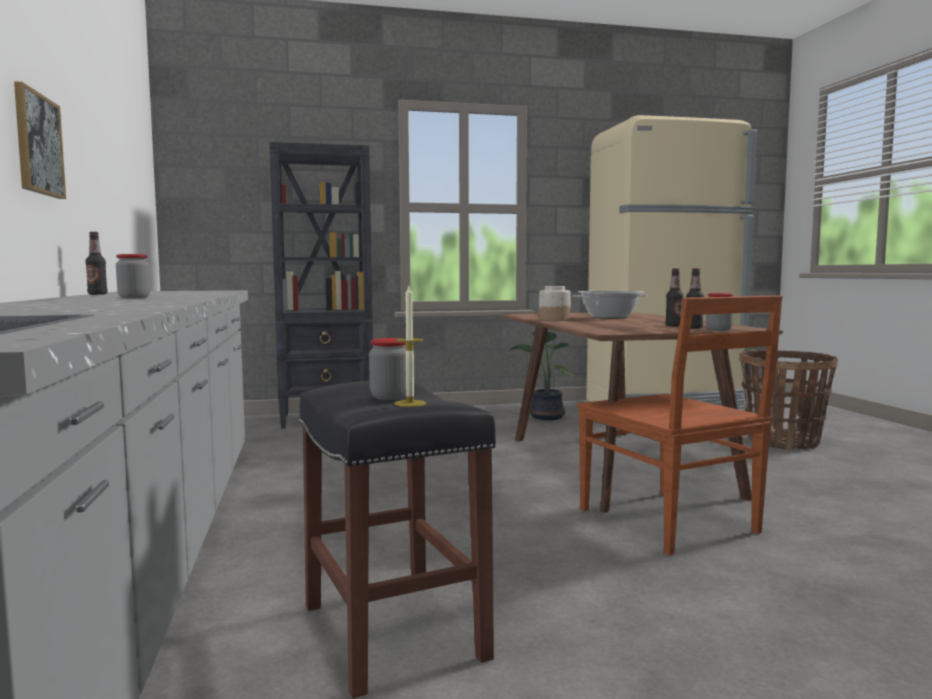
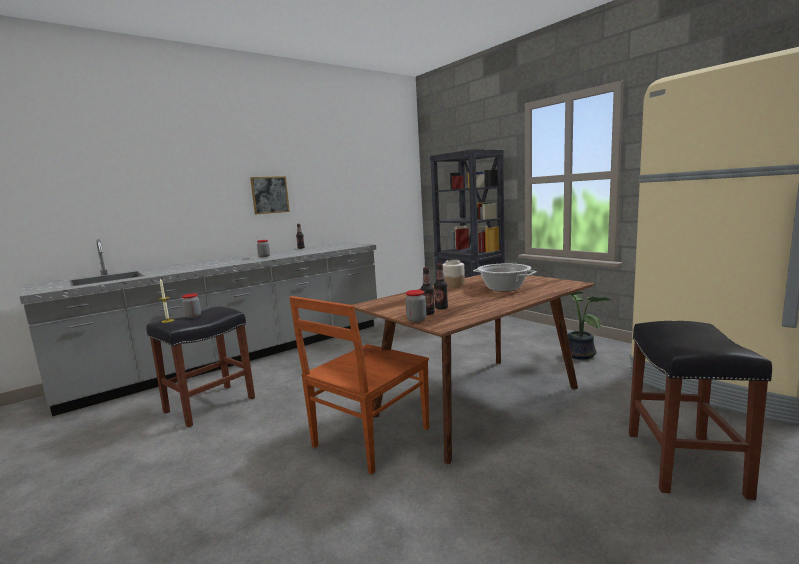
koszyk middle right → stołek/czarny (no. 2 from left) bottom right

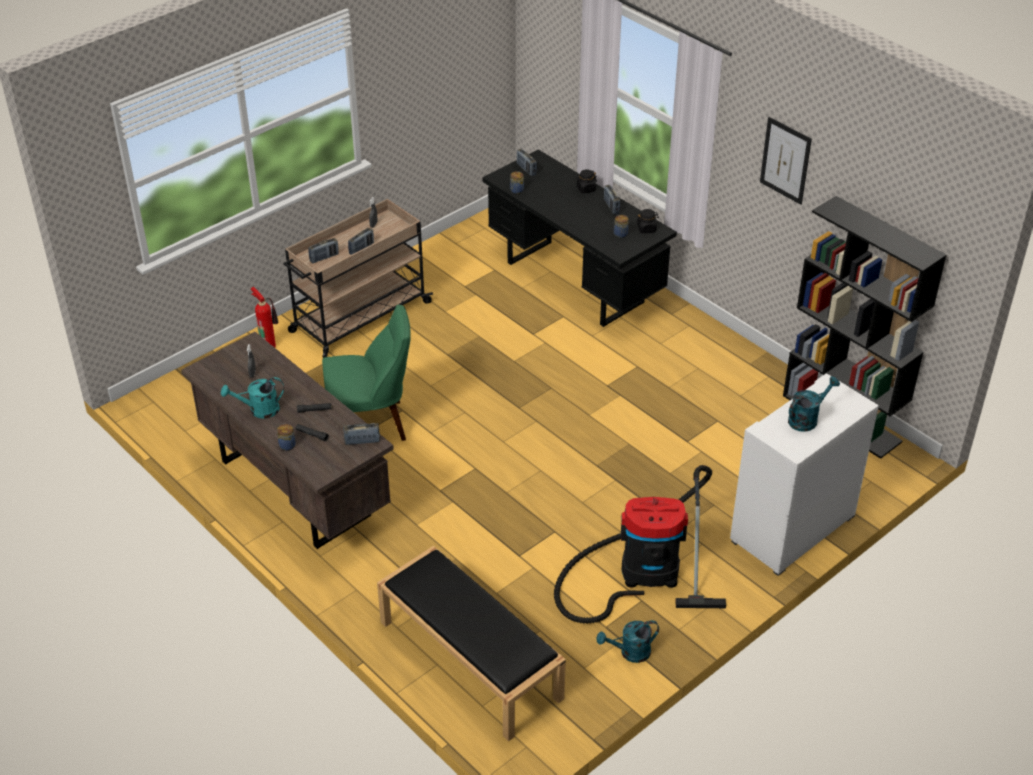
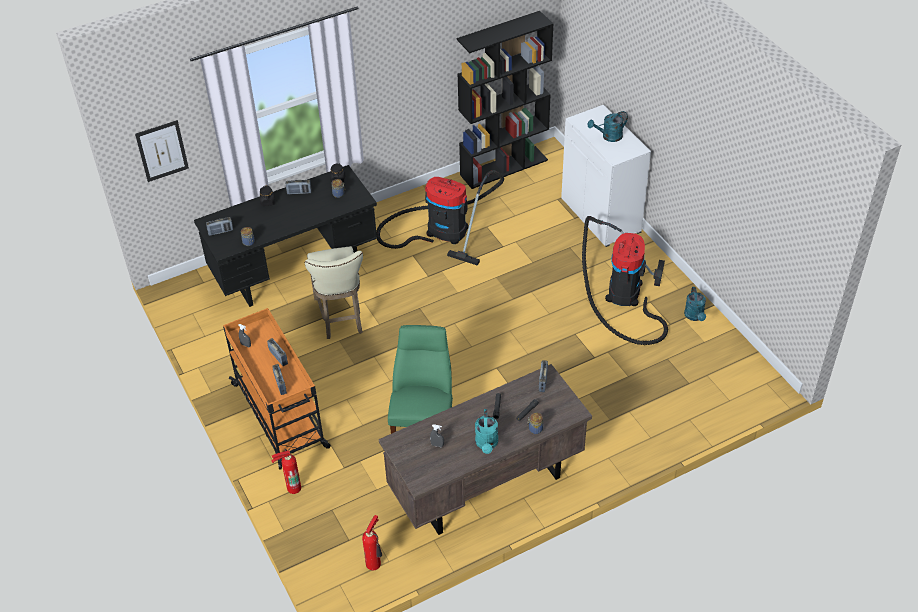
obraz top right → obraz top left, shifted
wózek/beżowy centre → wózek/pomarańczowy middle left
konewka/turkusowy (no. 3 from left in the first image) middle right → konewka/turkusowy (no. 2 from left) top centre, 90 degrees counterclockwise
ławka/czarny bottom centre → -
- → odkurzacz (no. 1 from left) centre
- → stołek/beżowy centre
- → gaśnica (no. 2 from left) bottom centre

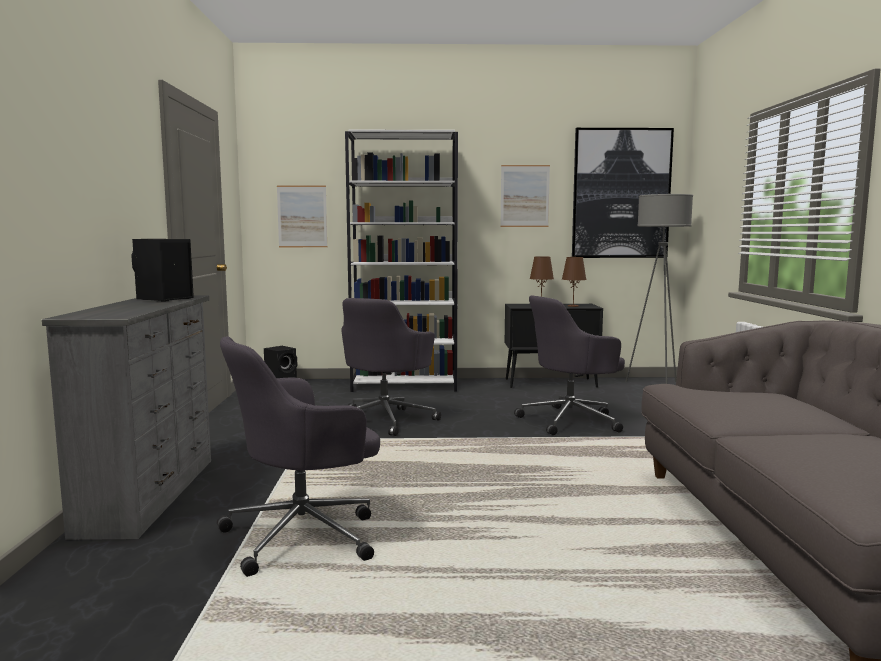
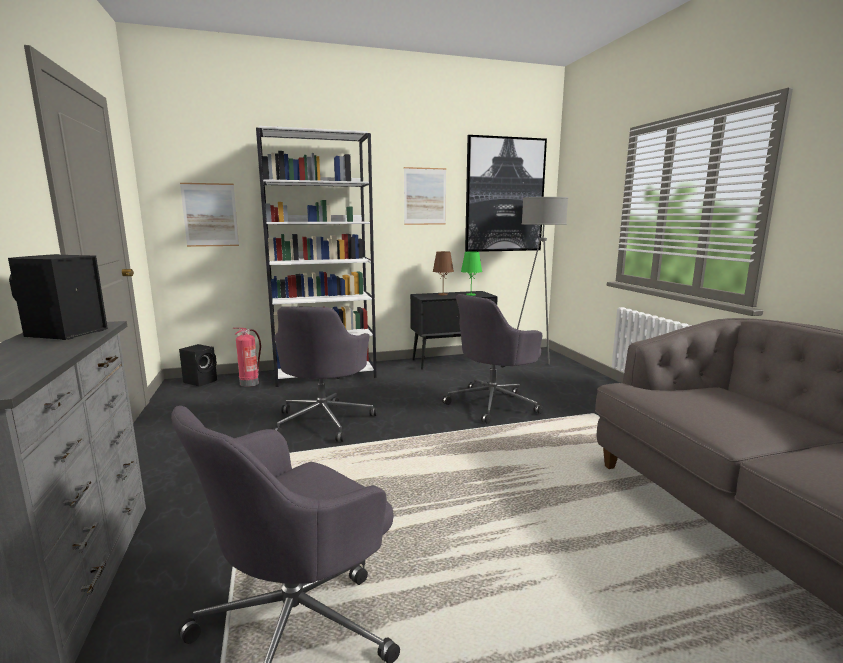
lampa stołowa/brązowy (no. 2 from left) centre → lampa stołowa/zielony centre
- → gaśnica middle left

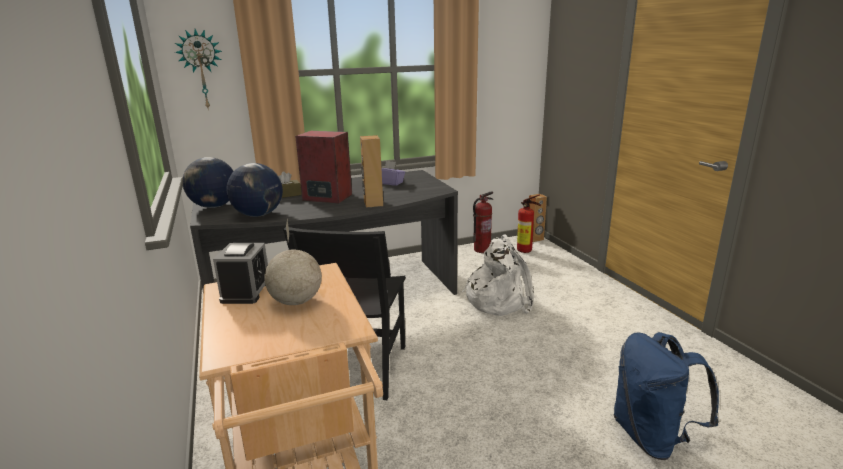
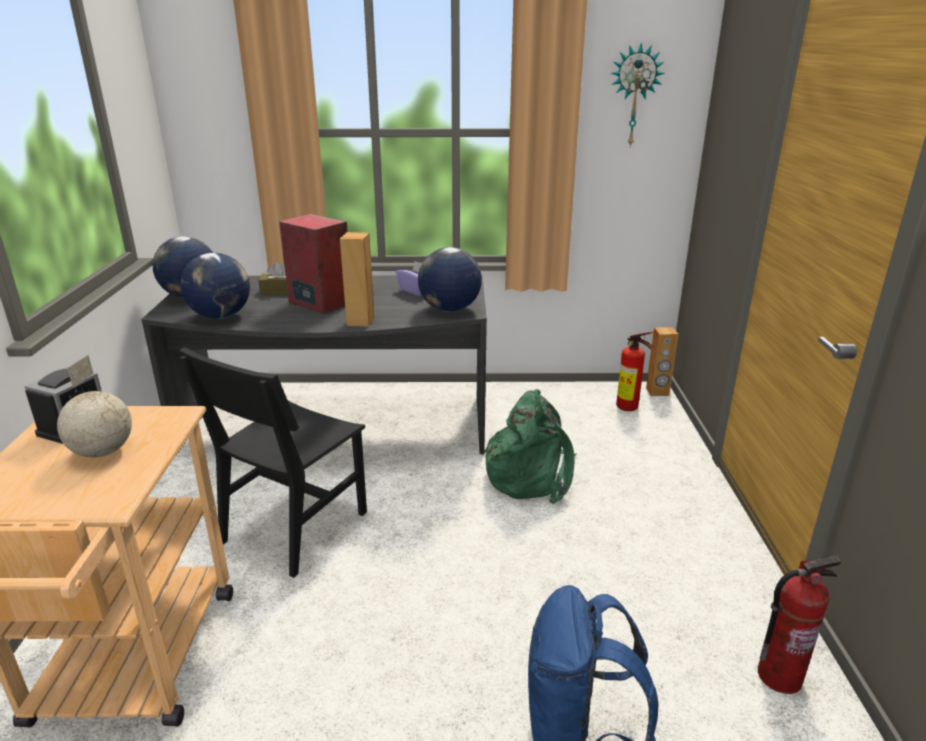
zegar ścienny top left → zegar ścienny top right, shifted
gaśnica (no. 1 from left in the first image) centre → gaśnica (no. 2 from left) bottom right, shifted
plecak/biały centre → plecak/zielony centre
- → globus (no. 4 from left) centre

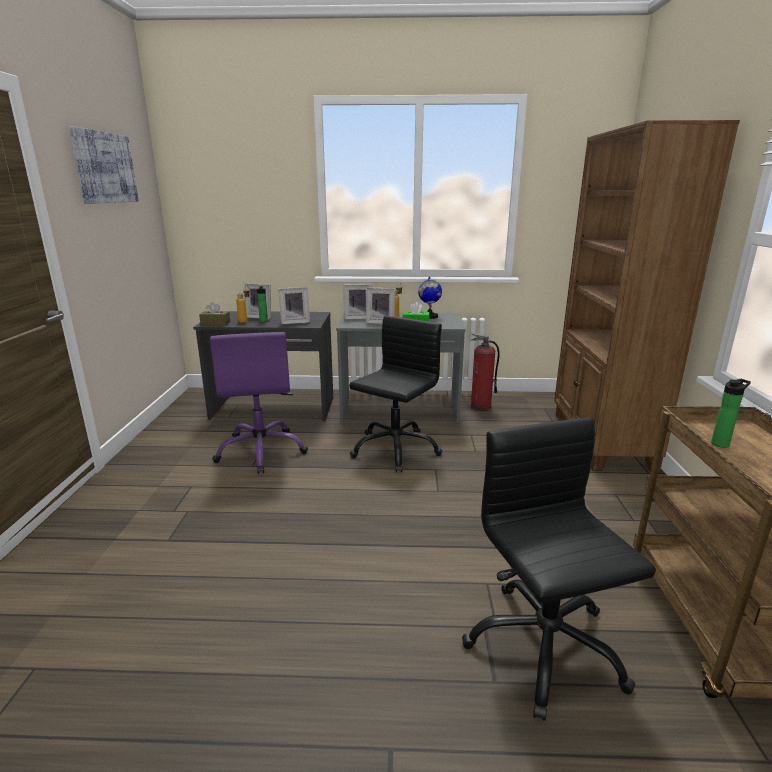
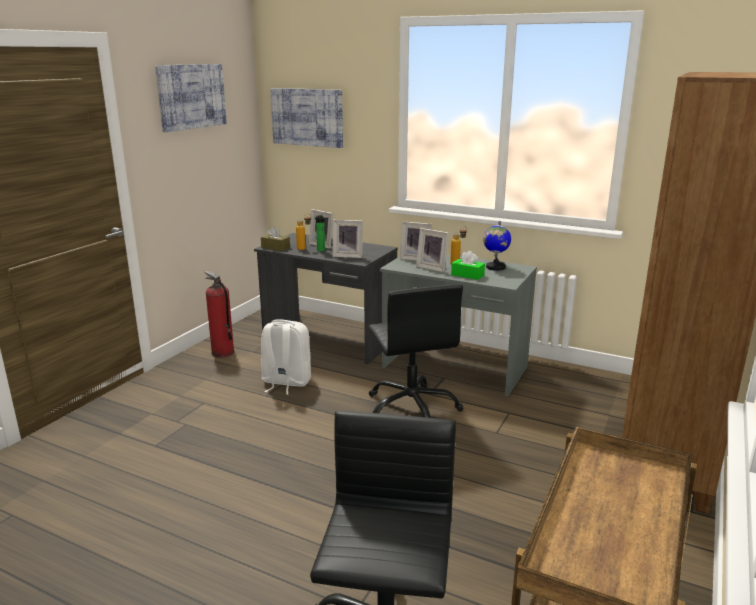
krzesło biurowe/czarny (no. 1 from left in the first image) centre → krzesło biurowe/czarny (no. 2 from left) centre, 105 degrees clockwise
krzesło biurowe/fioletowy centre → plecak/biały centre
gaśnica centre → gaśnica middle left, shifted
butelka (no. 4 from left) middle right → -
- → obraz (no. 2 from left) top centre

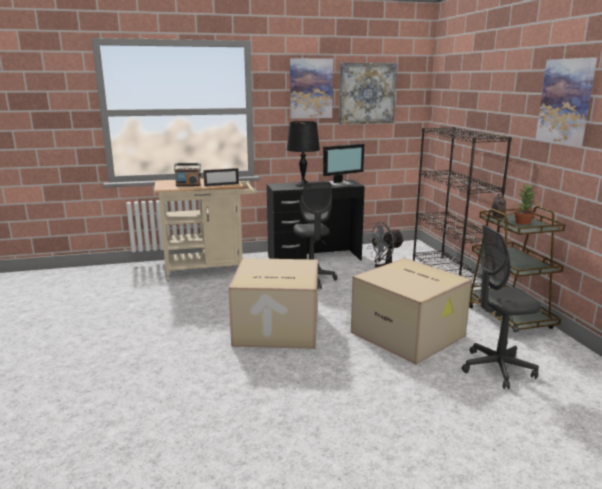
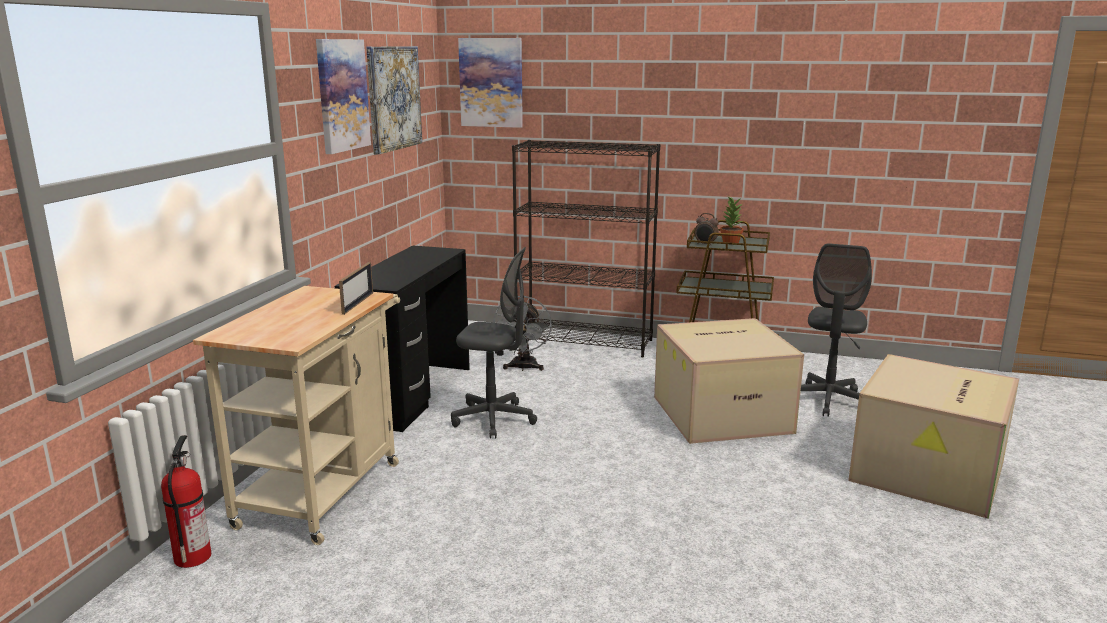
obraz (no. 3 from left) top right → obraz (no. 3 from left) top centre, shifted
lampa stołowa/czarny top centre → -
monitor centre → -
radio middle left → -
karton (no. 1 from left in the first image) centre → karton (no. 2 from left) bottom right, shifted
- → gaśnica bottom left

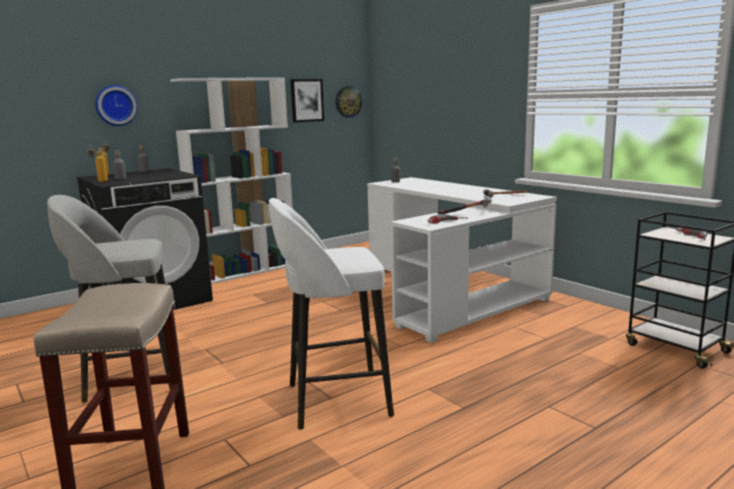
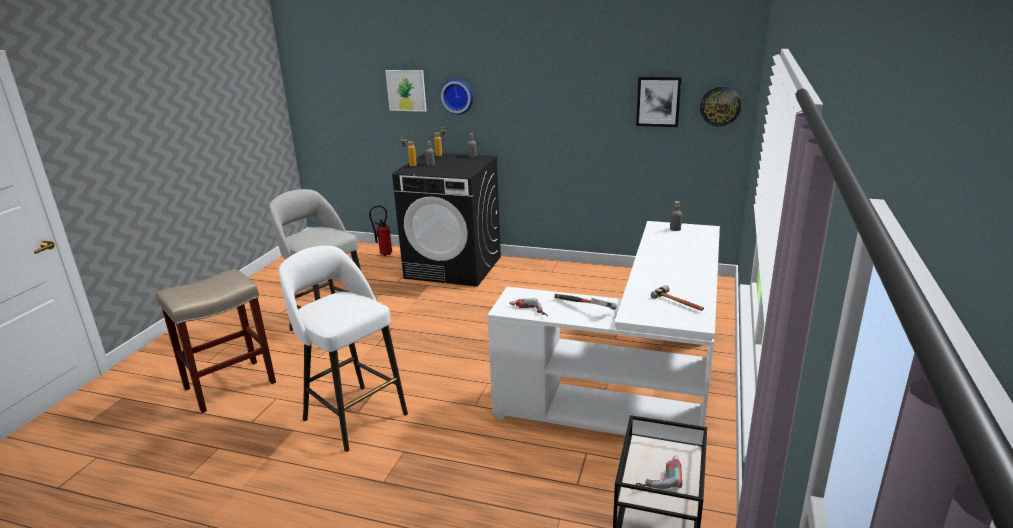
regał/biały middle left → -
- → obraz (no. 1 from left) top centre
- → gaśnica centre

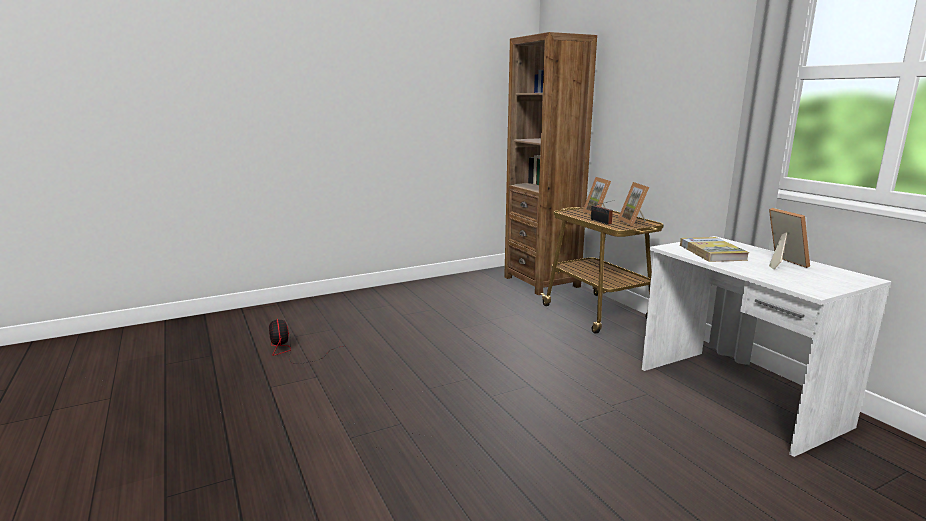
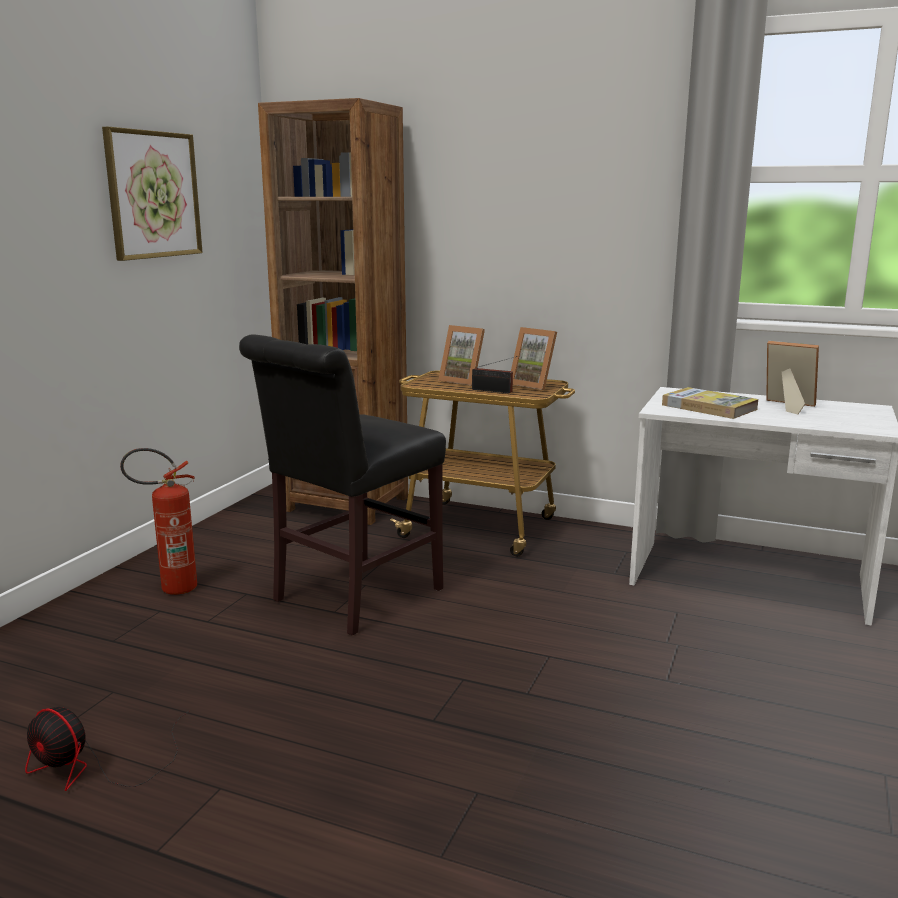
- → obraz top left
- → krzesło/czarny centre
- → gaśnica middle left

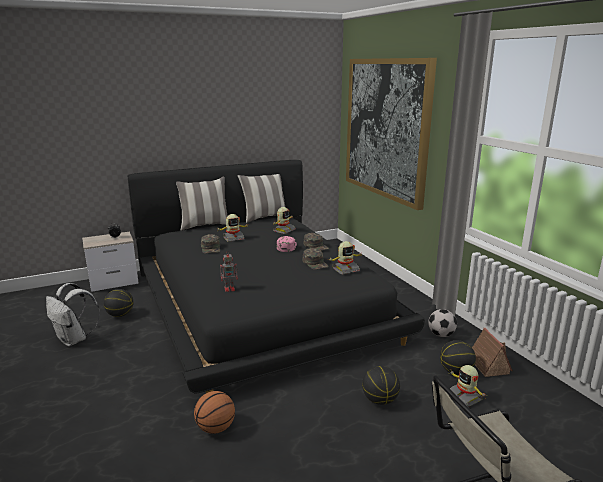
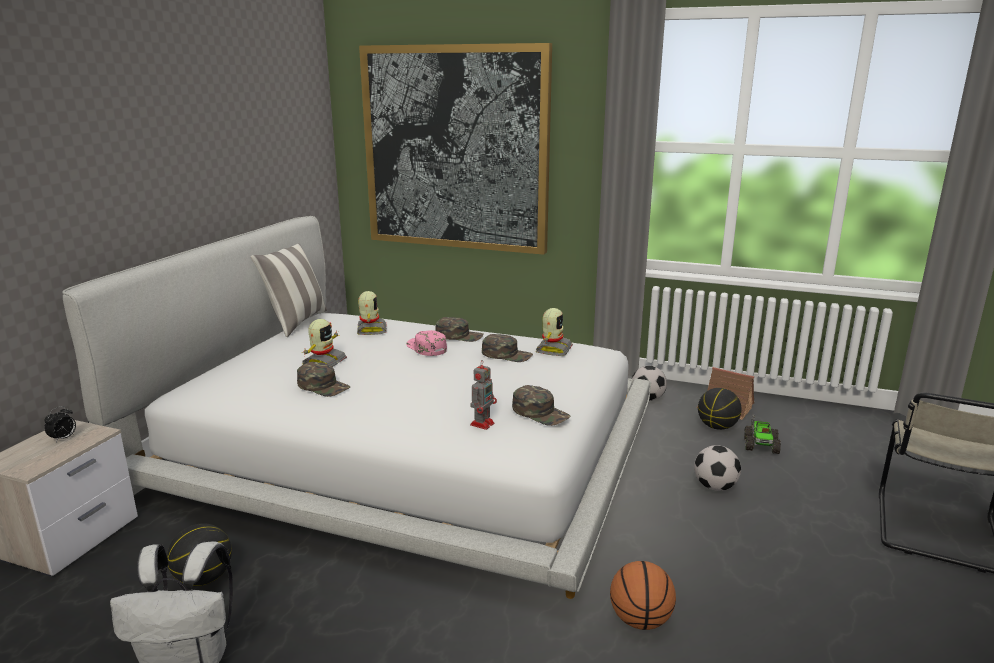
łóżko/czarny centre → łóżko/biały centre
poduszka (no. 1 from left) centre → -
robot zabawkowy (no. 5 from left) bottom right → ciężarówka zabawkowa middle right
piłka do koszykówki (no. 3 from left) bottom centre → piłka futbolowa (no. 2 from left) bottom right
- → czapka z daszkiem/zielony (no. 4 from left) centre

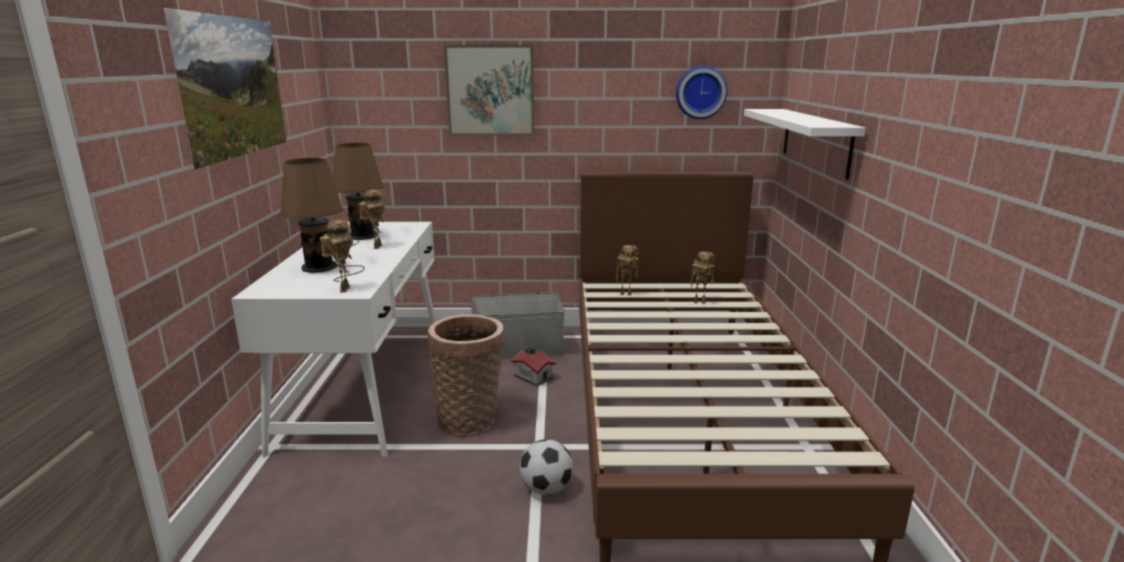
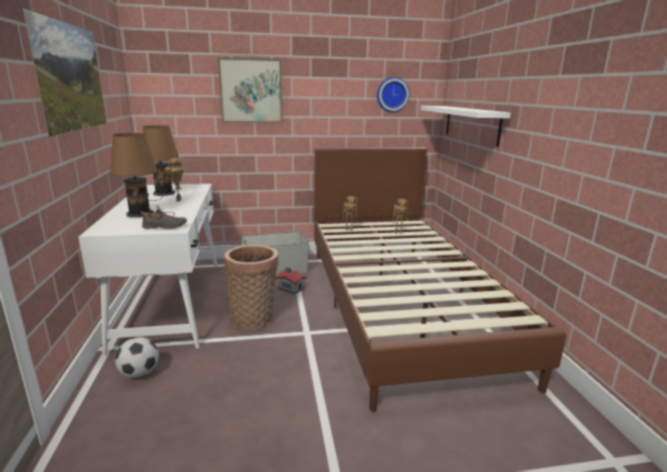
robot zabawkowy (no. 1 from left) middle left → but/czarny middle left
piłka futbolowa bottom centre → piłka futbolowa bottom left, shifted

